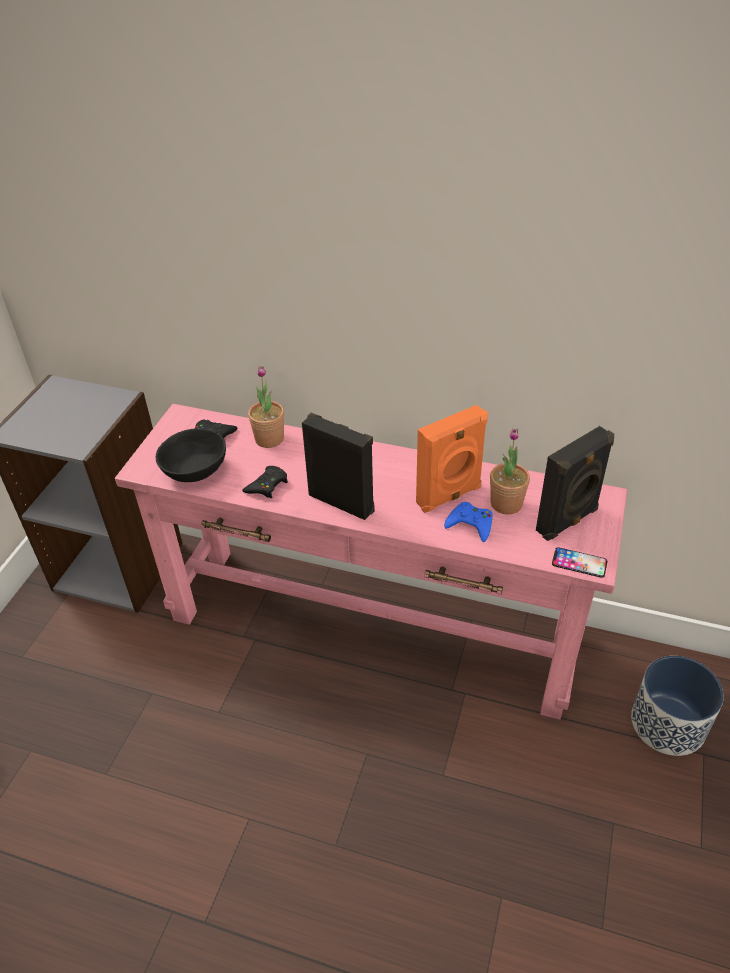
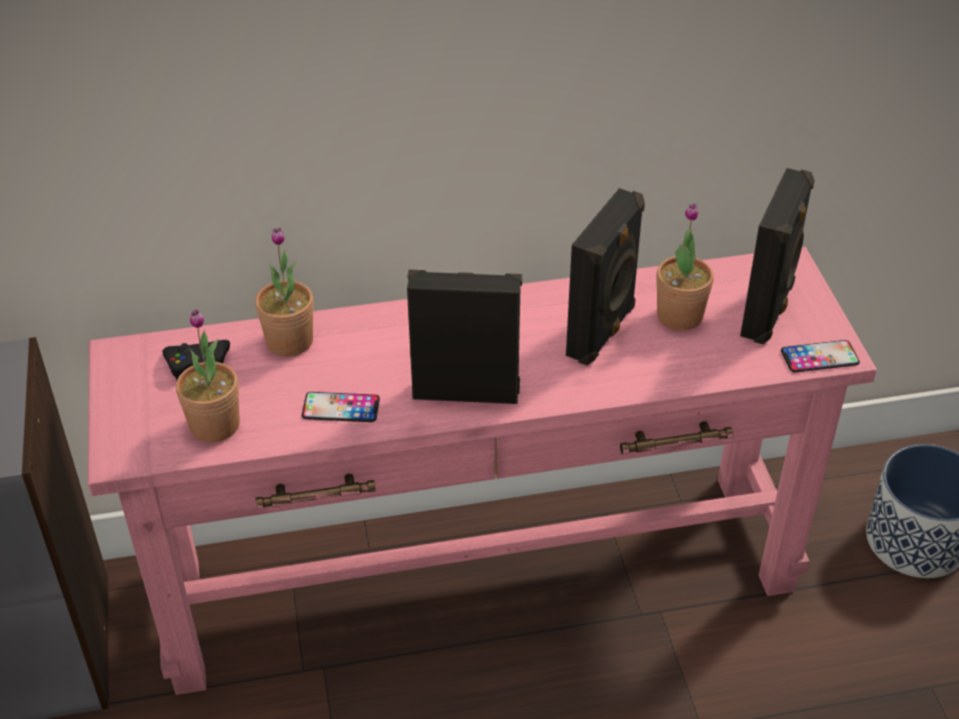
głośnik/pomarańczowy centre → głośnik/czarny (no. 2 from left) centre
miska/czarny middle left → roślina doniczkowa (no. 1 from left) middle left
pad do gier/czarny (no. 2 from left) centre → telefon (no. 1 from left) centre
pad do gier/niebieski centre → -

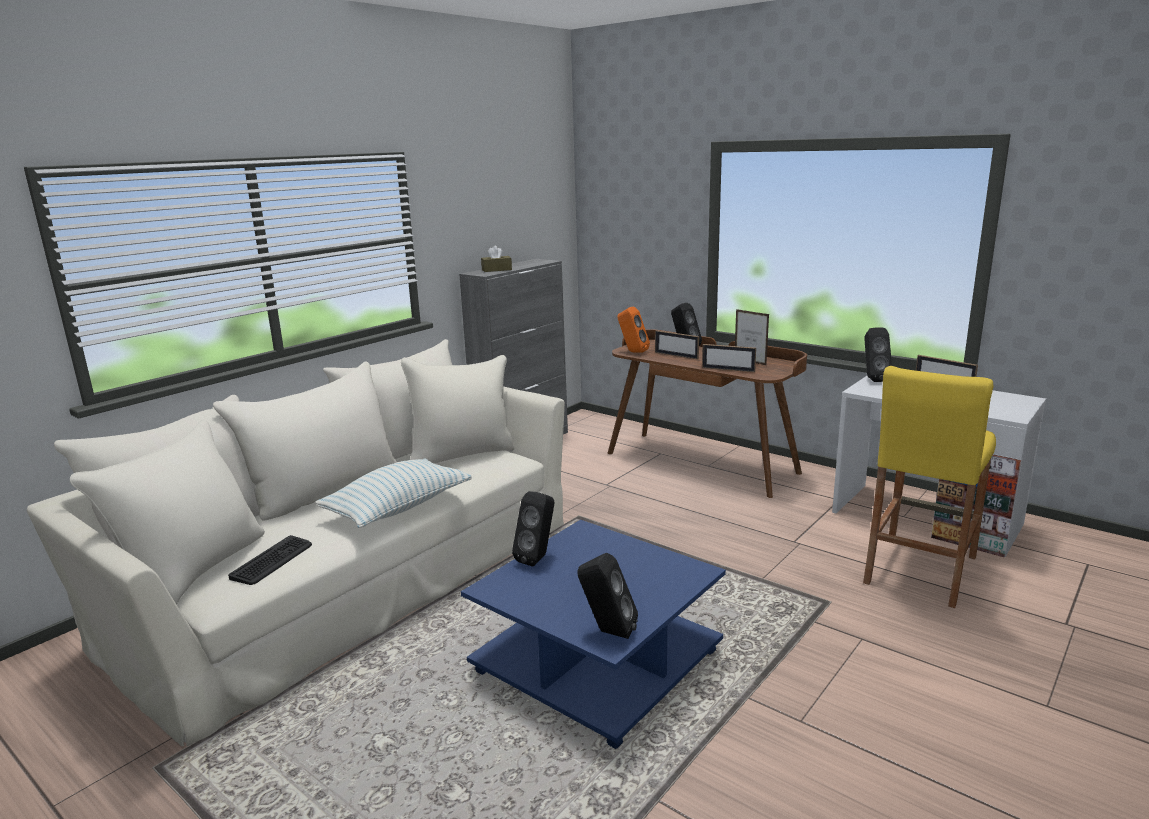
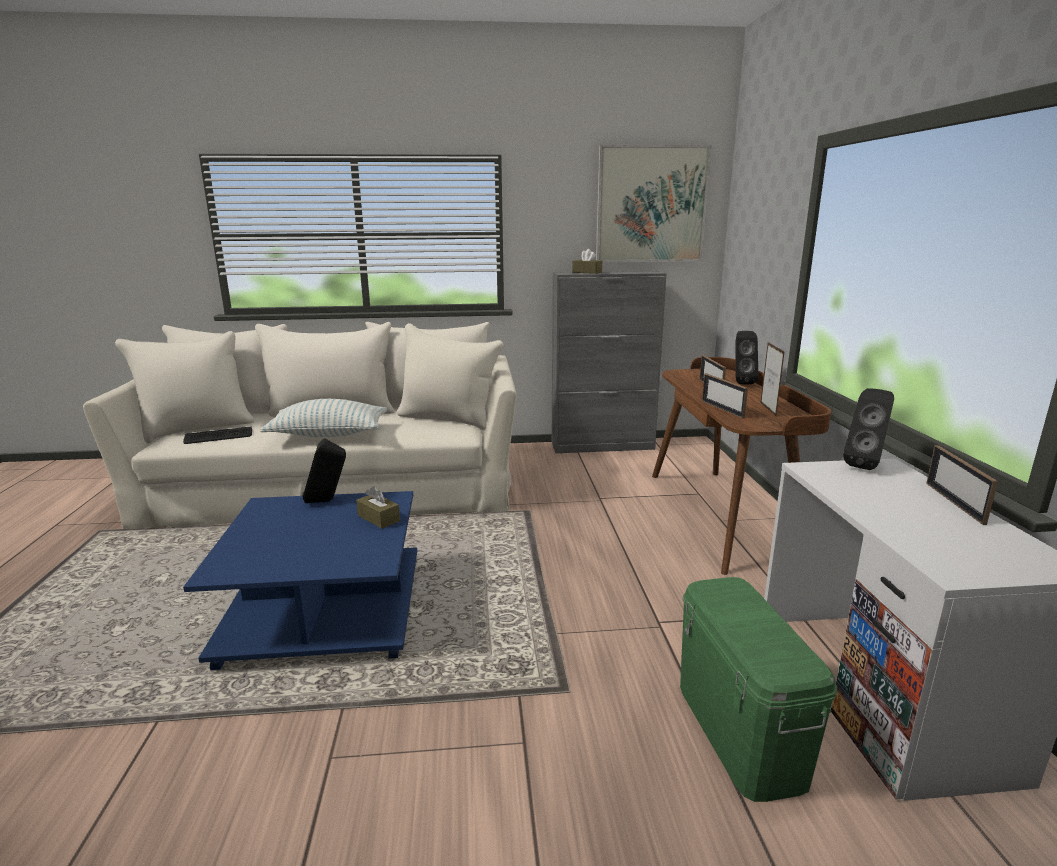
głośnik/pomarańczowy centre → -
stołek/żółty middle right → pojemnik do przechowywania/zielony bottom right
głośnik/czarny (no. 2 from left) bottom centre → -
- → obraz top centre
- → pudełko chusteczek/brązowy (no. 1 from left) centre

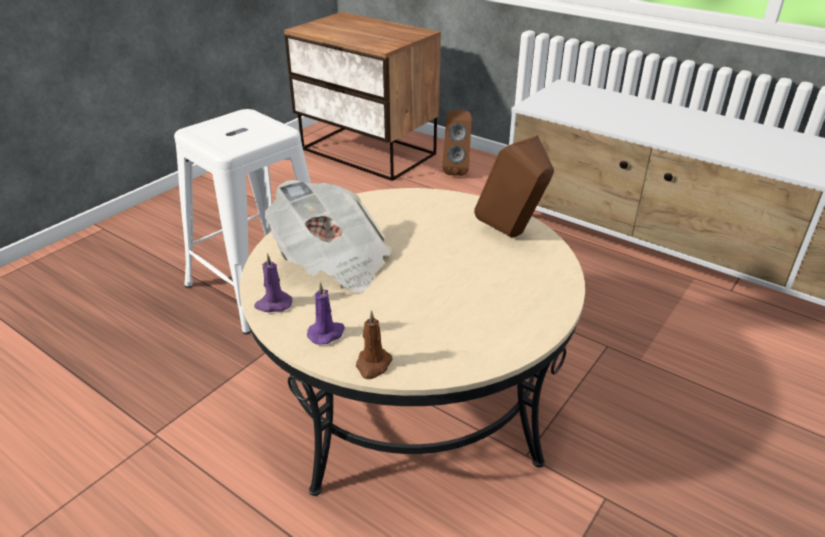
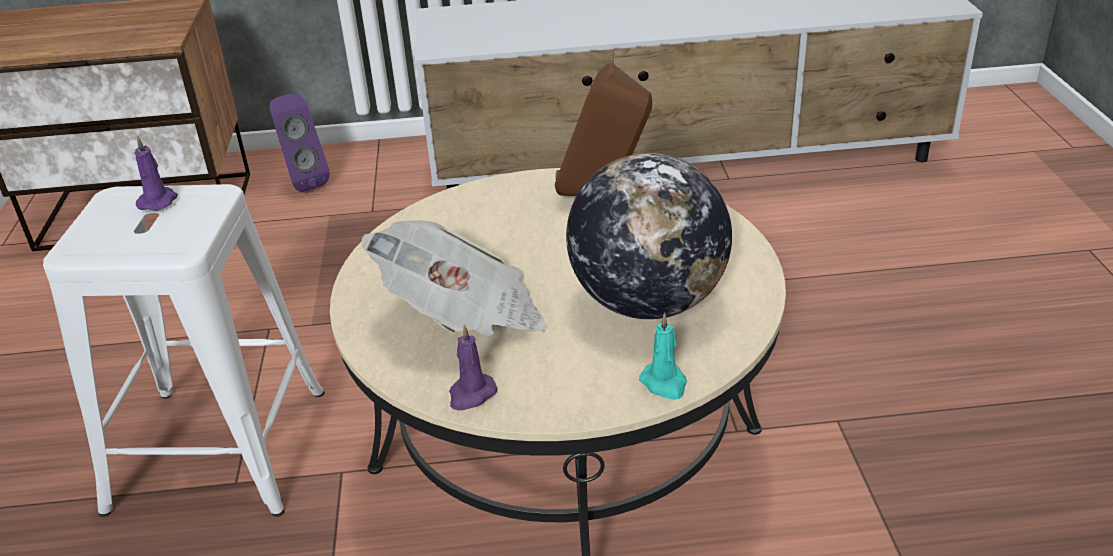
głośnik/brązowy (no. 1 from left) top centre → głośnik/fioletowy top left
świeca/fioletowy (no. 2 from left in the first image) centre → świeca/fioletowy (no. 1 from left) top left, shifted
świeca/brązowy centre → świeca/turkusowy centre
- → globus centre

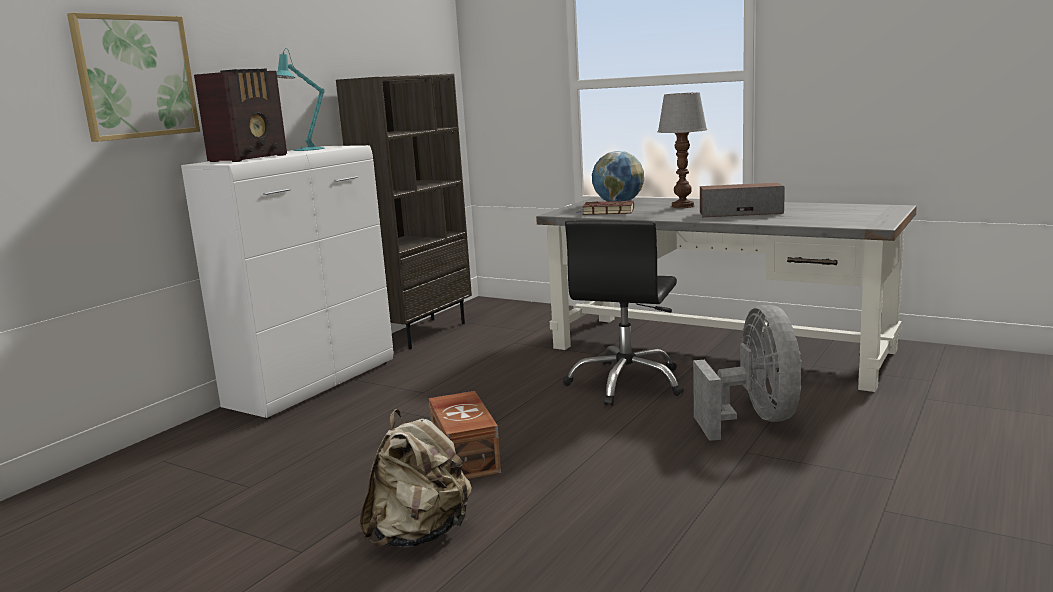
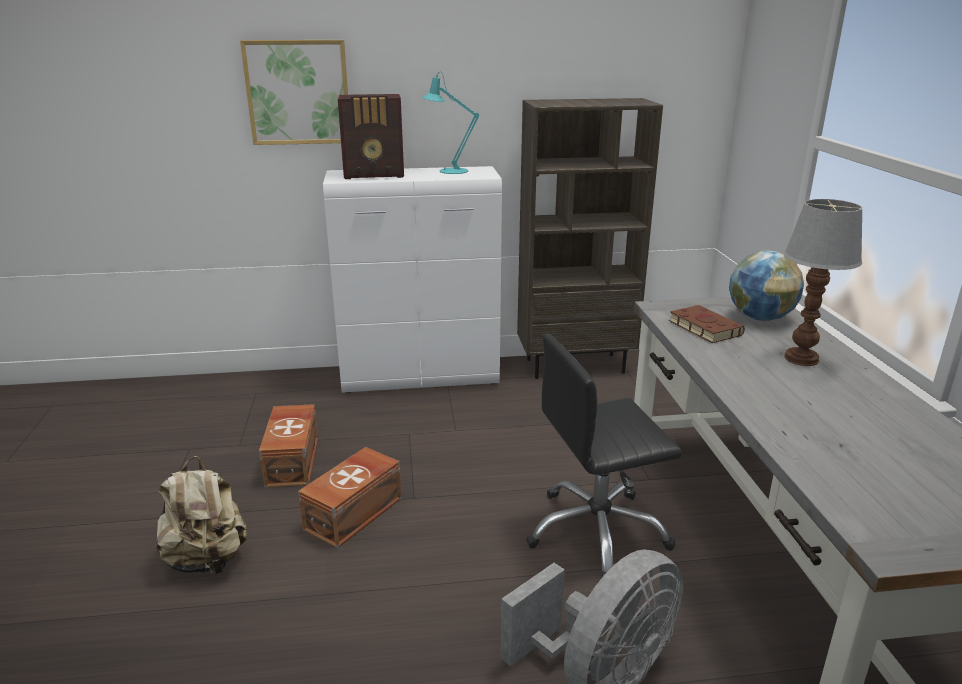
głośnik middle right → -
- → pojemnik do przechowywania/brązowy (no. 1 from left) middle left

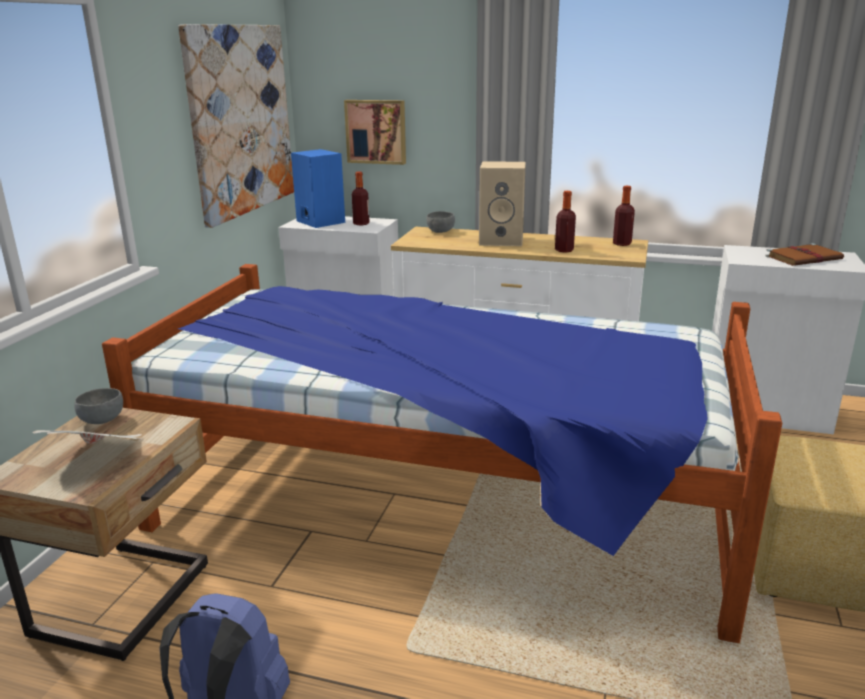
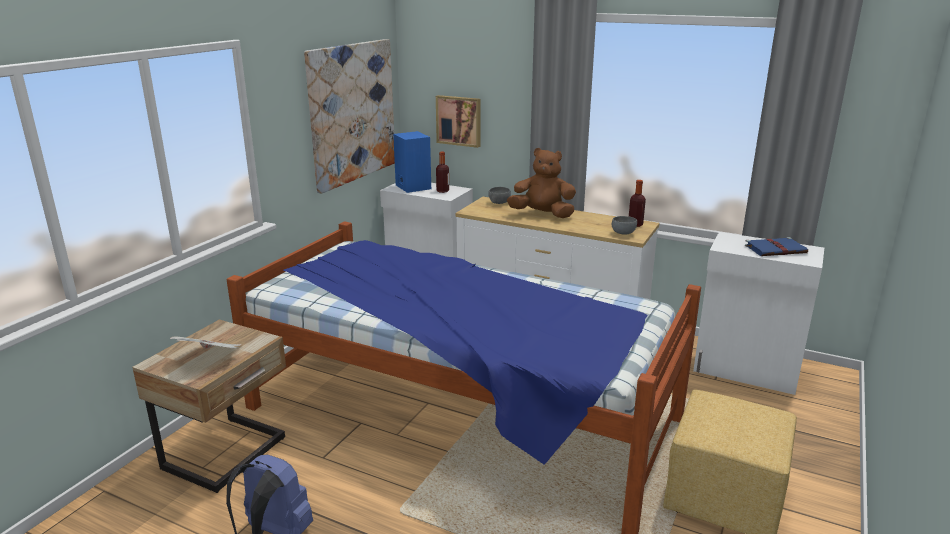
głośnik/beżowy top centre → pluszak/brązowy centre
butelka (no. 2 from left) top centre → -
książka/brązowy middle right → książka/niebieski middle right
miska/szary (no. 1 from left in the first image) middle left → miska/szary (no. 2 from left) centre, shifted

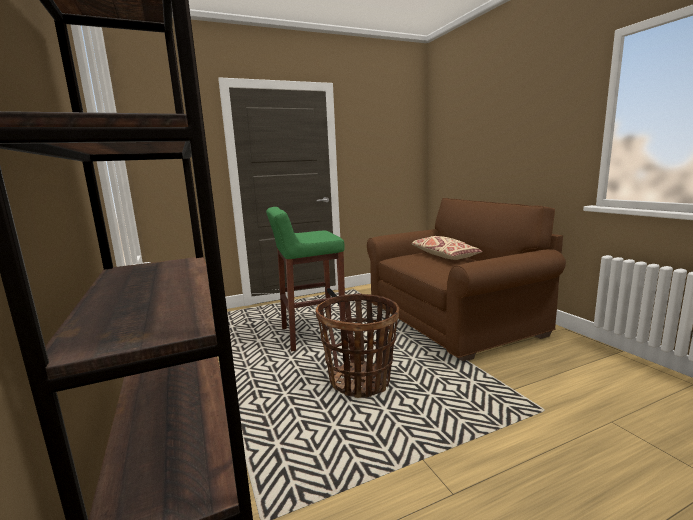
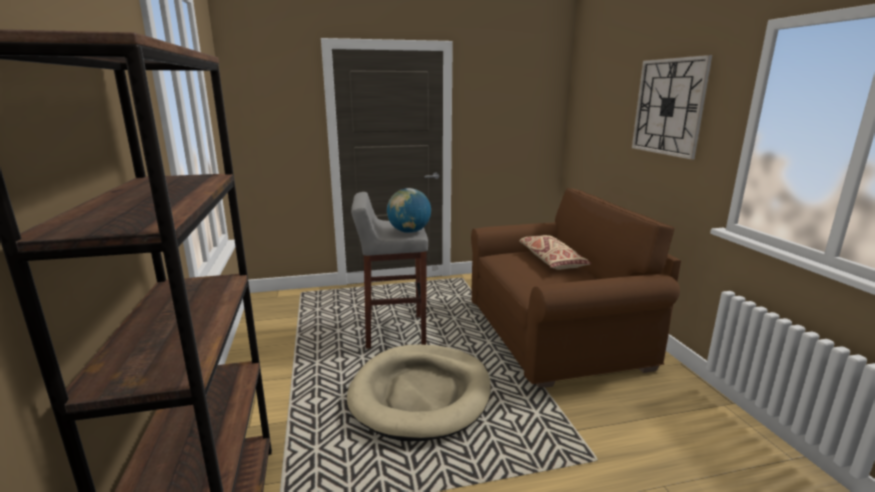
stołek/zielony centre → stołek/szary centre
koszyk centre → legowisko/beżowy bottom centre
- → zegar ścienny top right
- → globus centre

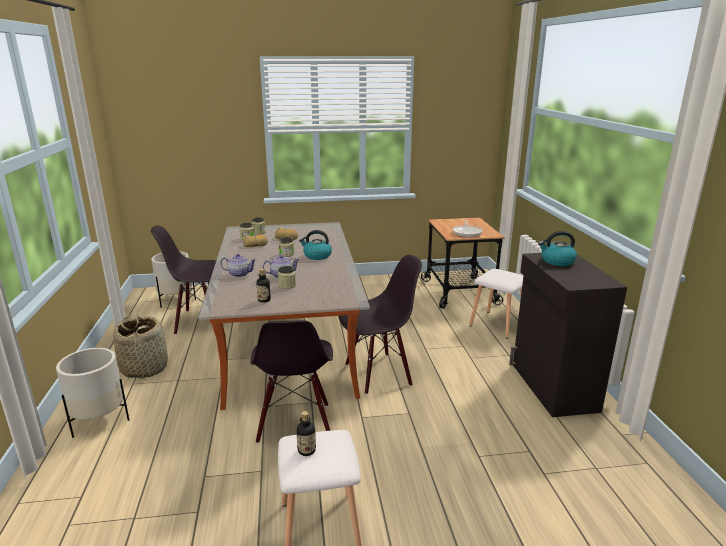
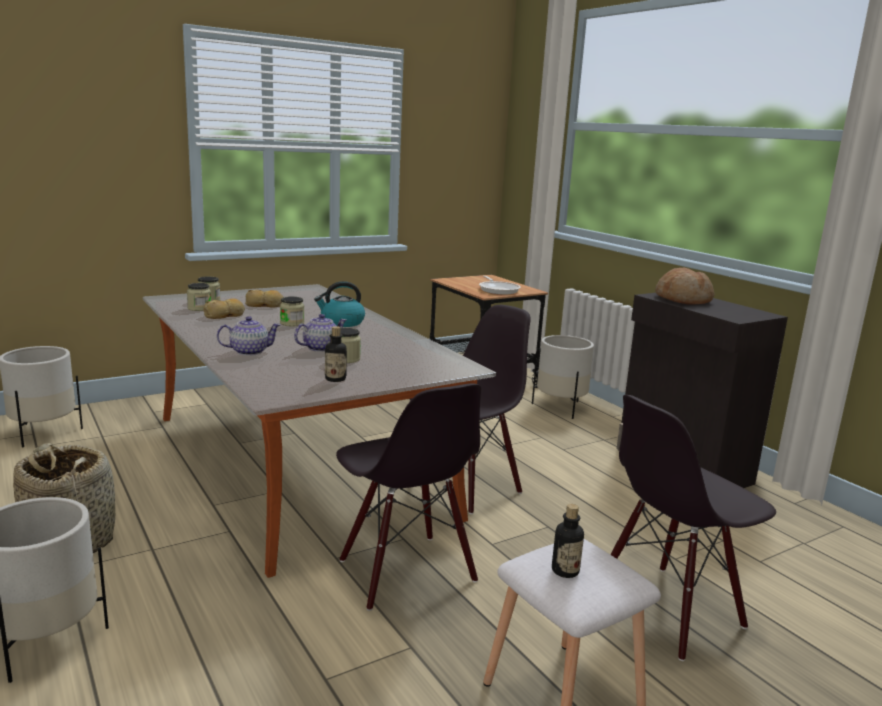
krzesło/czarny (no. 1 from left in the first image) middle left → krzesło/czarny (no. 3 from left) bottom right, shifted
czajnik (no. 2 from left) middle right → chleb (no. 3 from left) middle right
stołek/biały (no. 2 from left) middle right → donica/biały (no. 3 from left) centre

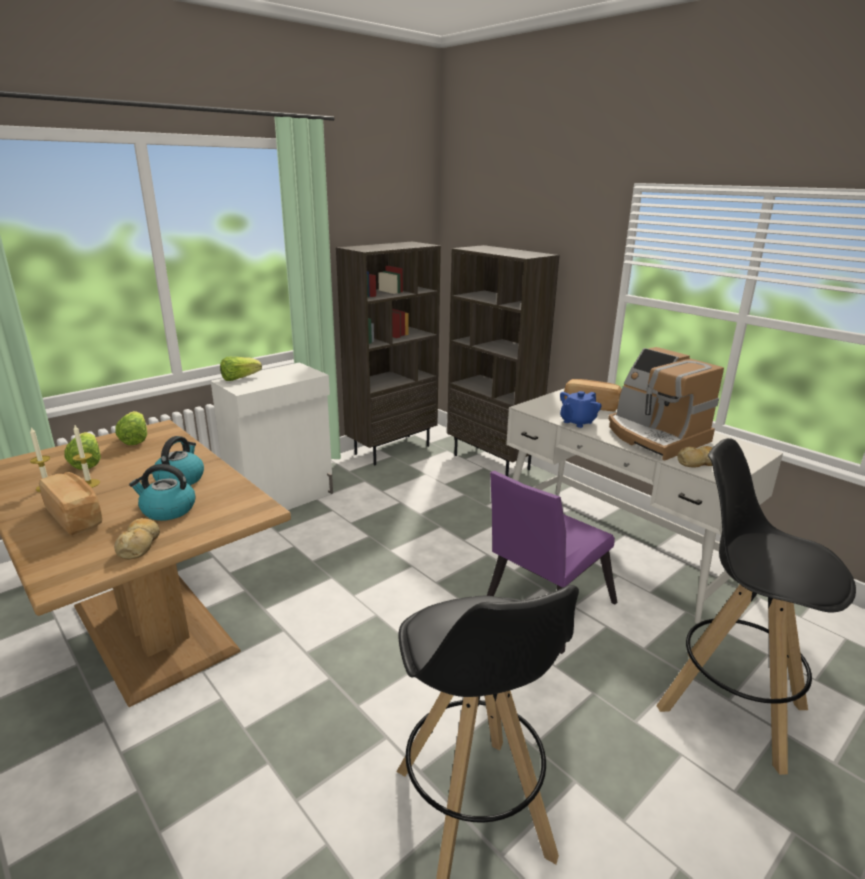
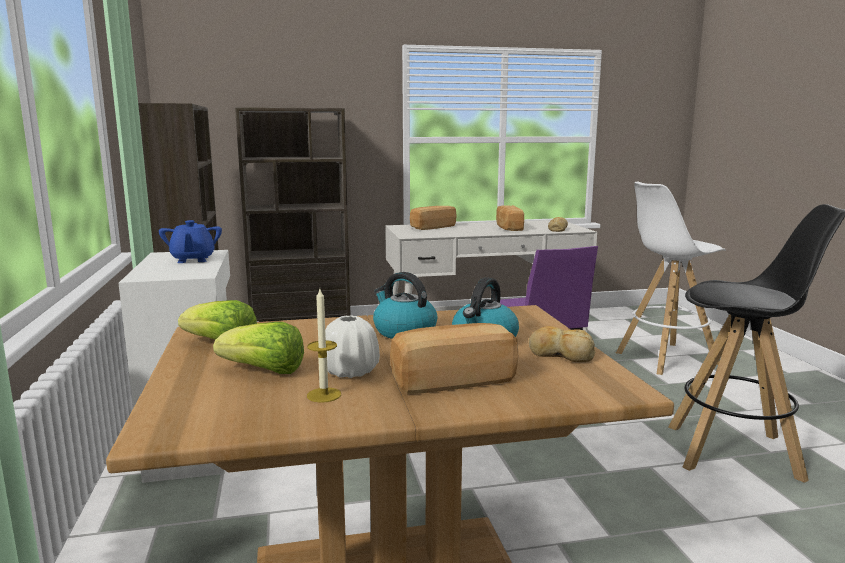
ekspres do kawy middle right → chleb (no. 3 from left) centre
sałata (no. 3 from left) middle left → -
imbryk/niebieski middle right → imbryk/niebieski middle left, shifted
świeca (no. 2 from left) middle left → wazon/biały centre
stołek/czarny (no. 2 from left) bottom right → stołek/biały middle right

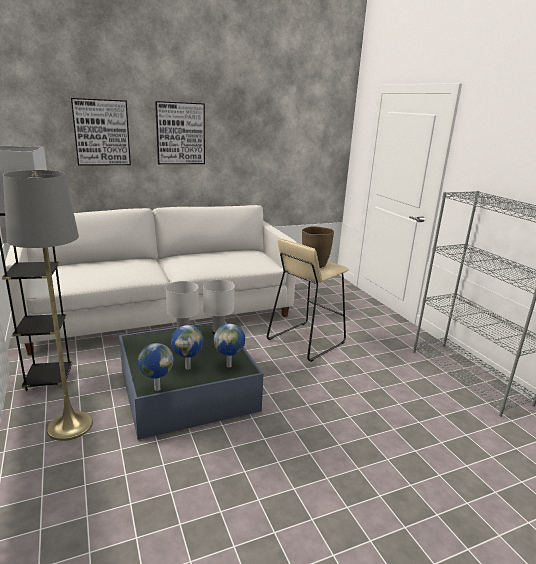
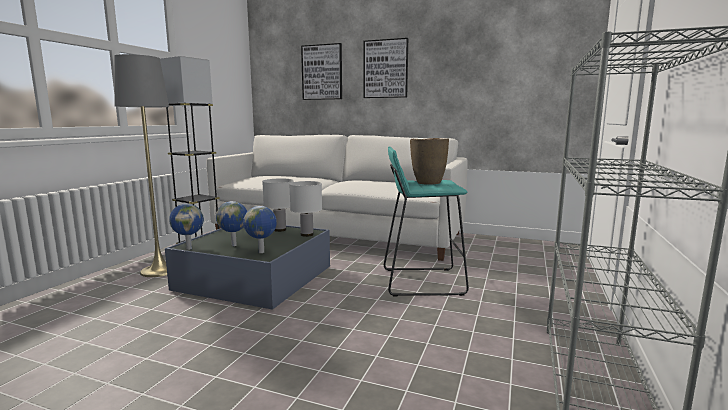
stołek/beżowy centre → stołek/turkusowy centre

